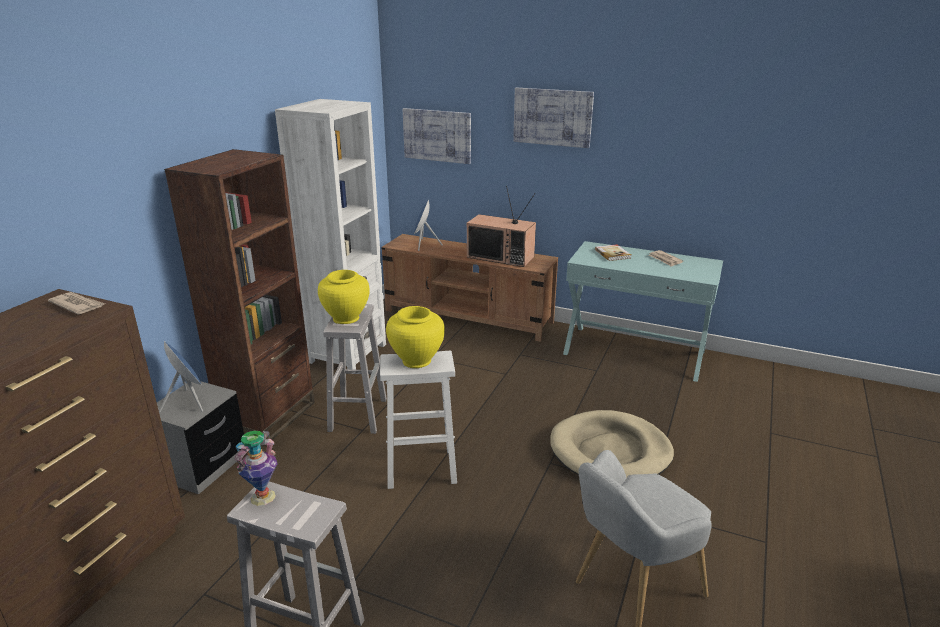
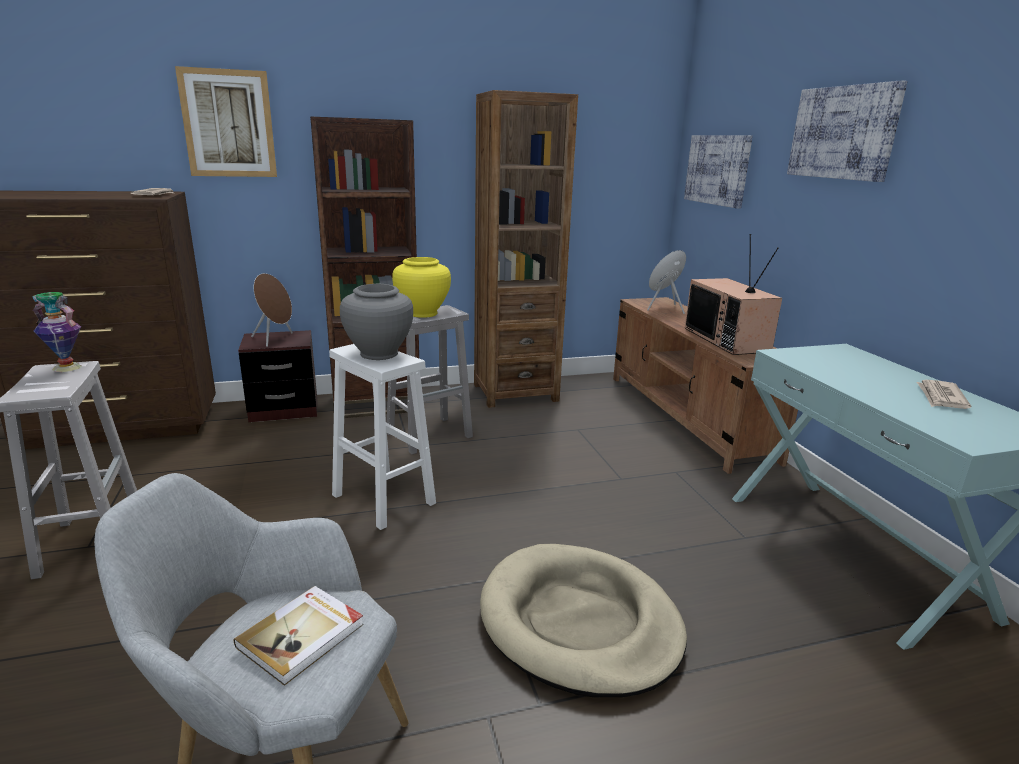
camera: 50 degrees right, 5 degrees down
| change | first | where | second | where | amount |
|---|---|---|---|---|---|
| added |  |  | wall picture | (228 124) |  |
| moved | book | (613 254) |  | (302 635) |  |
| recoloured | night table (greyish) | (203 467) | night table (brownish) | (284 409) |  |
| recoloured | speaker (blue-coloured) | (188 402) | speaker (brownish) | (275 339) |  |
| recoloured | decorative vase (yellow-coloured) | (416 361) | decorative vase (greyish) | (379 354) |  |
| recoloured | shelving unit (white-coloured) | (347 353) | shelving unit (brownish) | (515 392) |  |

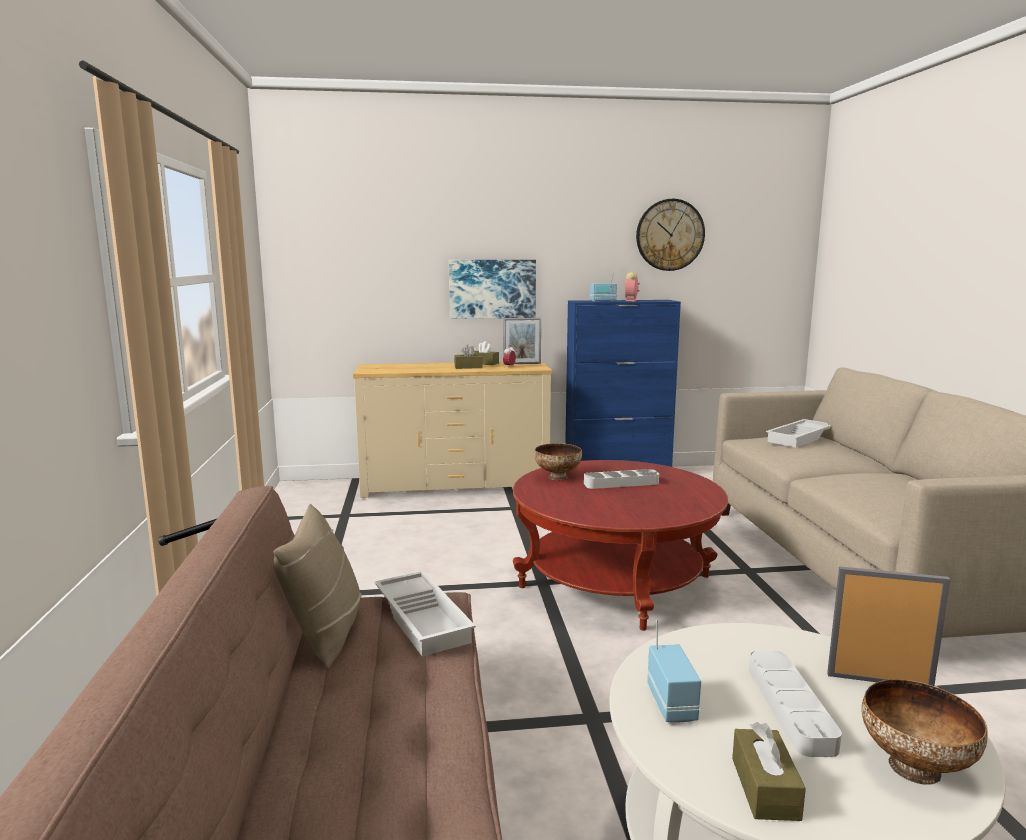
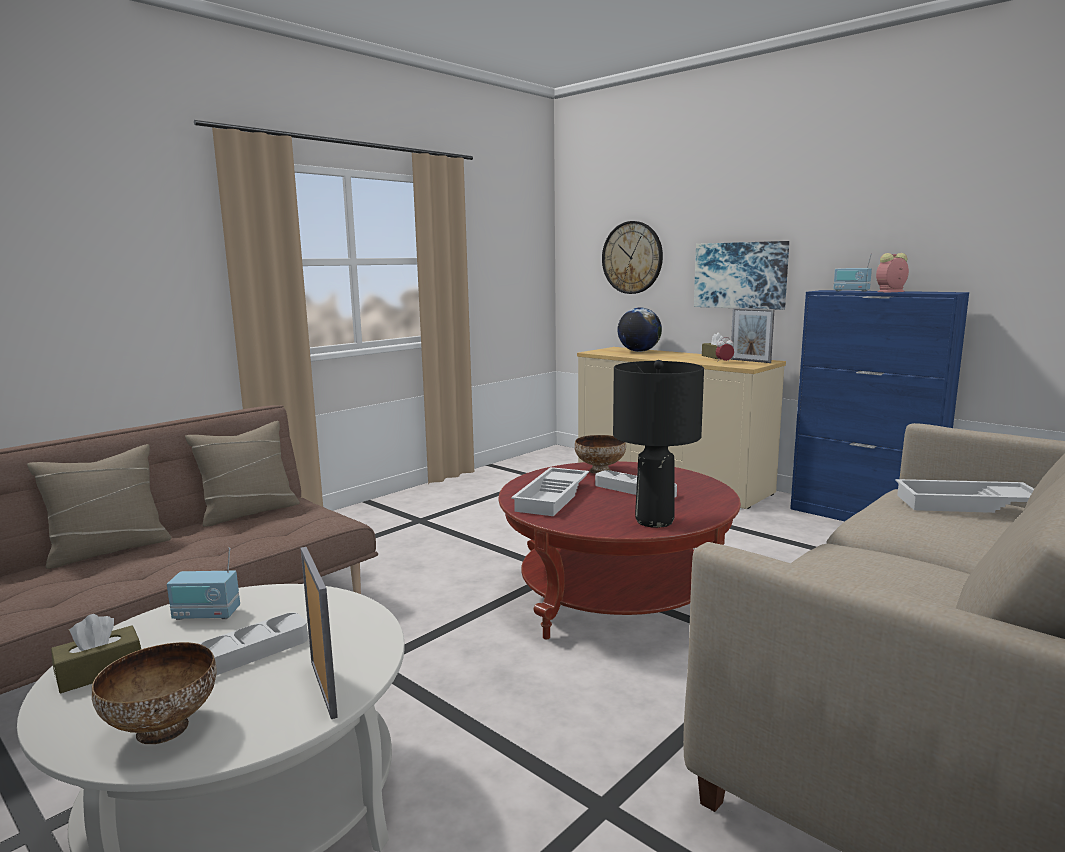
camera: 50 degrees right, 0 degrees up
| change | first | where | second | where | amount |
|---|---|---|---|---|---|
| added |  |  | pillow (beige-coloured) | (109 549) |  |
| turned | radio | (672 704) |  | (206 615) | 45 degrees clockwise |
| moved | tray (white-coloured) | (424 619) |  | (553 497) |  |
| moved | hanging clock | (670 235) |  | (632 257) |  |
| added |  |  | tabletop lamp (black-coloured) | (655 521) |  |
| added |  |  | globe | (638 351) |  |
| removed | tissue holder (brownish) | (468 367) |  |  |  |

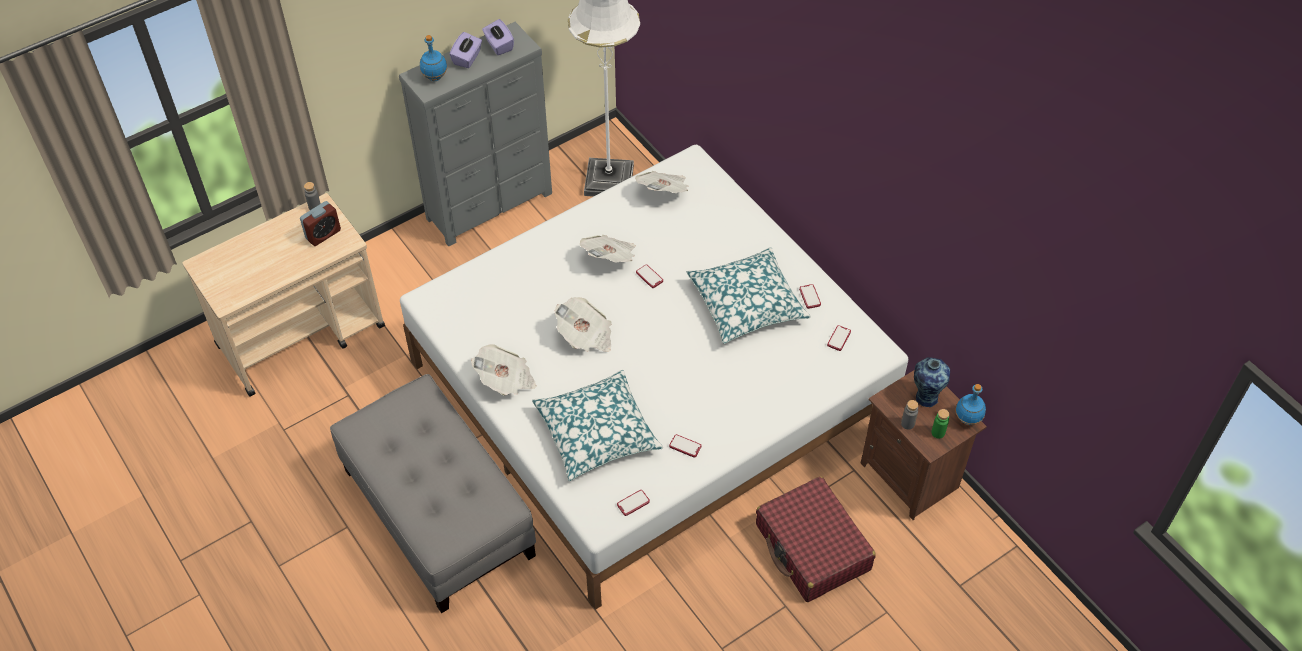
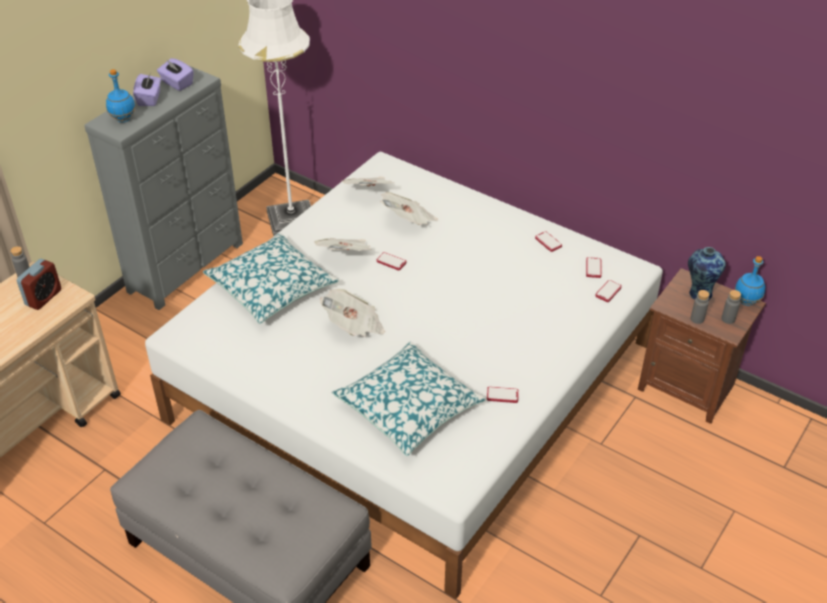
camera: 20 degrees left, 10 degrees down
| change | first | where | second | where | amount |
|---|---|---|---|---|---|
| moved | pillow | (747 303) |  | (272 287) |  |
| moved | newspaper | (506 380) |  | (409 221) |  |
| moved | handset | (633 503) |  | (608 292) |  |
| recoloured | drink bottle (green) | (938 432) | drink bottle (greyish) | (728 319) |  |
| removed | travel case (red) | (812 548) |  |  |  |

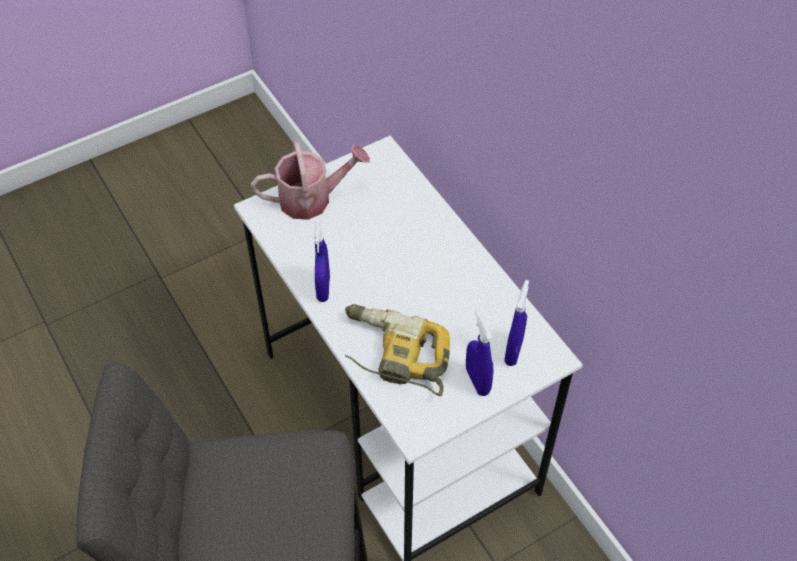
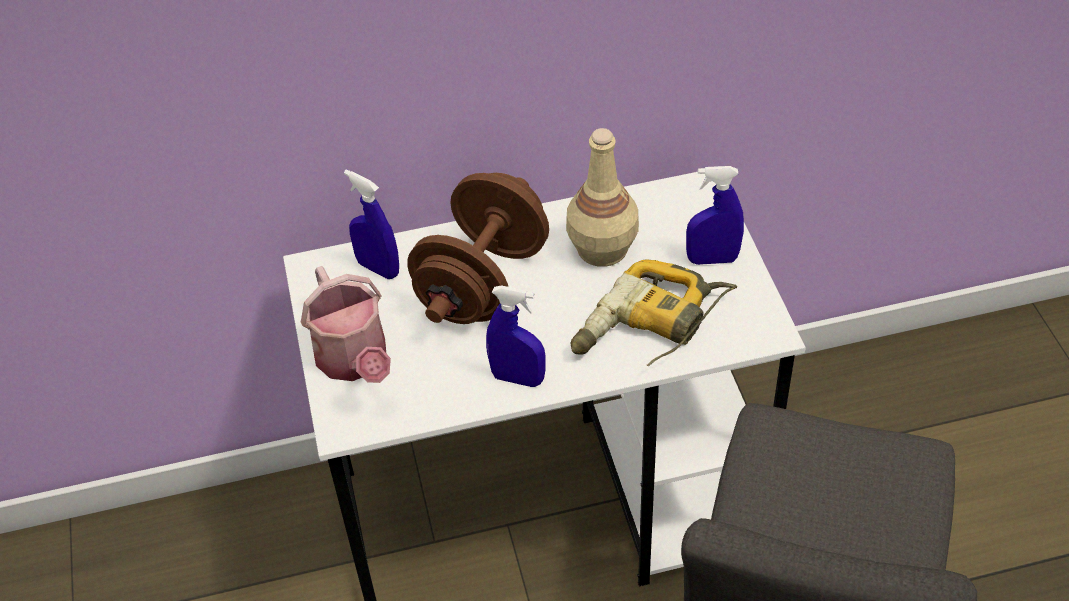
camera: 70 degrees left, 5 degrees down
| change | first | where | second | where | amount |
|---|---|---|---|---|---|
| turned | watering pot | (312 198) |  | (355 361) | 150 degrees clockwise |
| moved | hand sprayer (blue-coloured) | (513 351) |  | (378 268) |  |
| added |  |  | hand weight (brownish) | (482 283) |  |
| added |  |  | drink bottle (beige-coloured) | (602 249) |  |

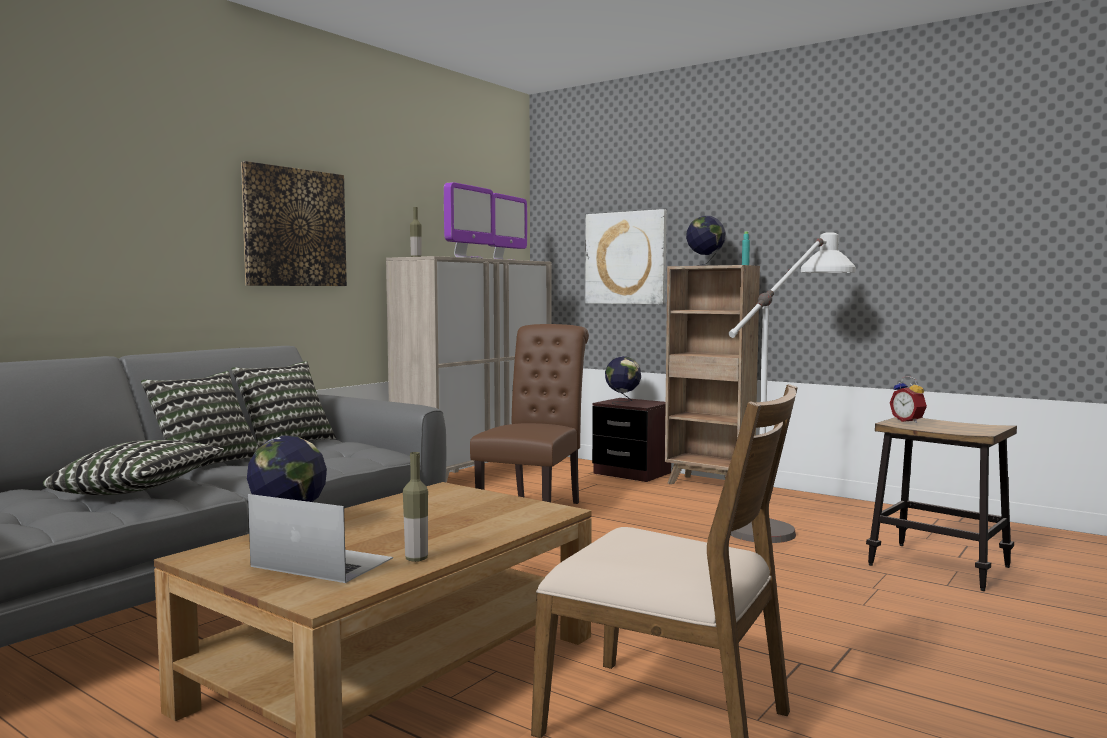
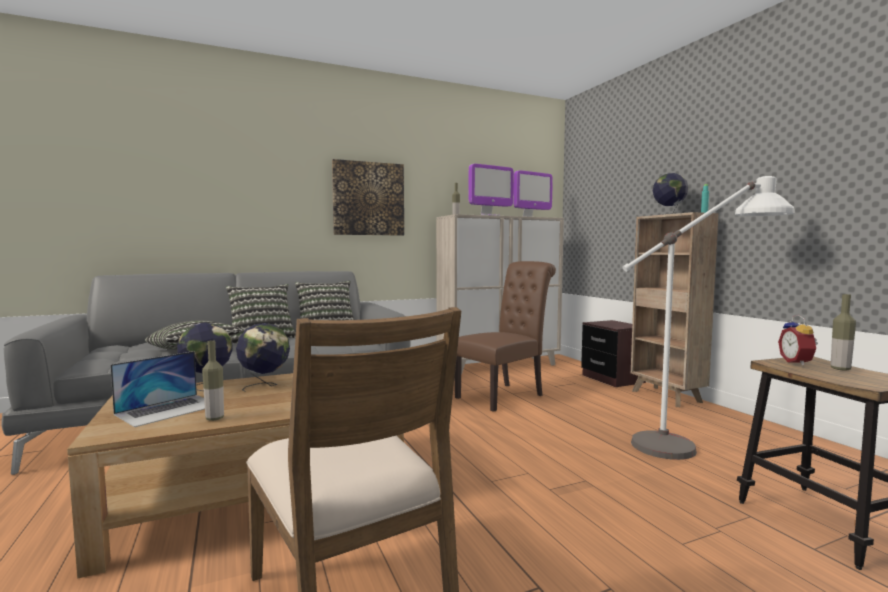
camera: 30 degrees right, 0 degrees up
| change | first | where | second | where | amount |
|---|---|---|---|---|---|
| turned | notebook computer | (322 562) |  | (168 409) | 75 degrees clockwise |
| moved | globe | (622 402) |  | (264 386) |  |
| added |  |  | drink bottle | (840 369) |  |
| removed | wall picture | (626 258) |  |  |  |

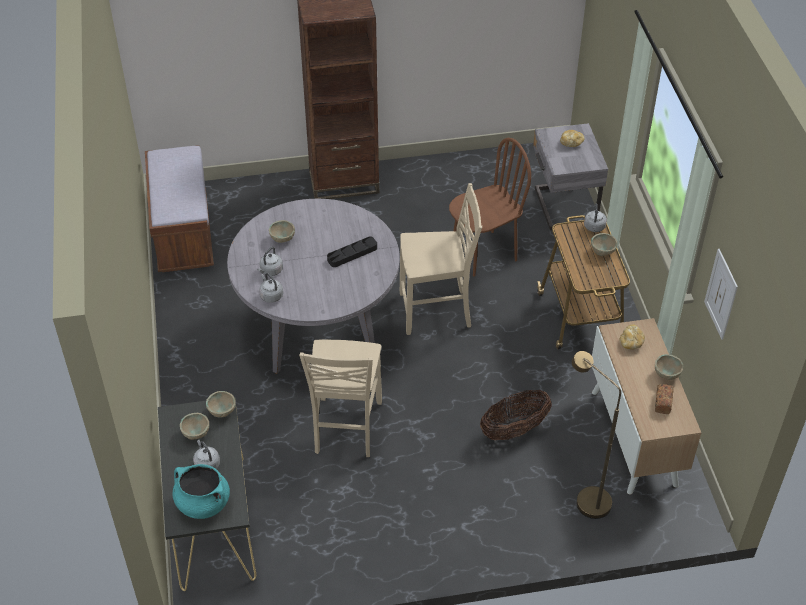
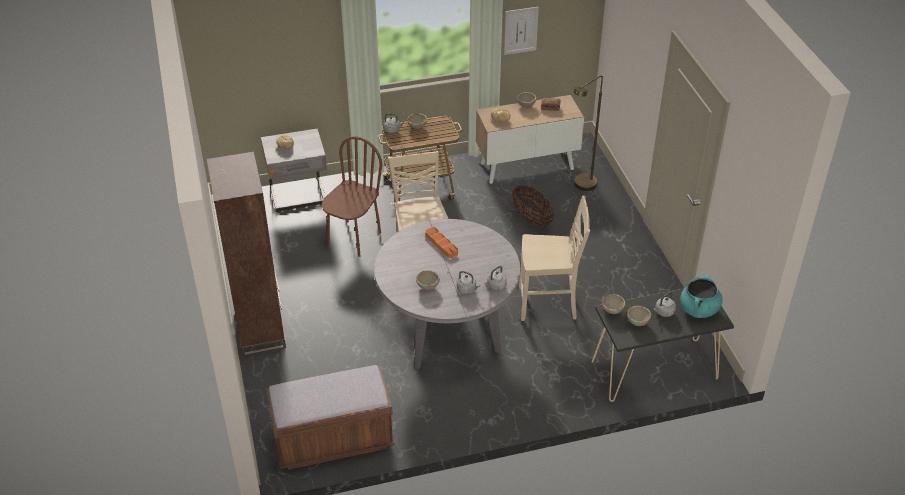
camera: 95 degrees left, 5 degrees down
| change | first | where | second | where | amount |
|---|---|---|---|---|---|
| turned | plain chair (brownish) | (483 254) |  | (354 238) | 60 degrees clockwise |
| recoloured | tray (black-coloured) | (352 254) | tray (orangey) | (441 244) |  |

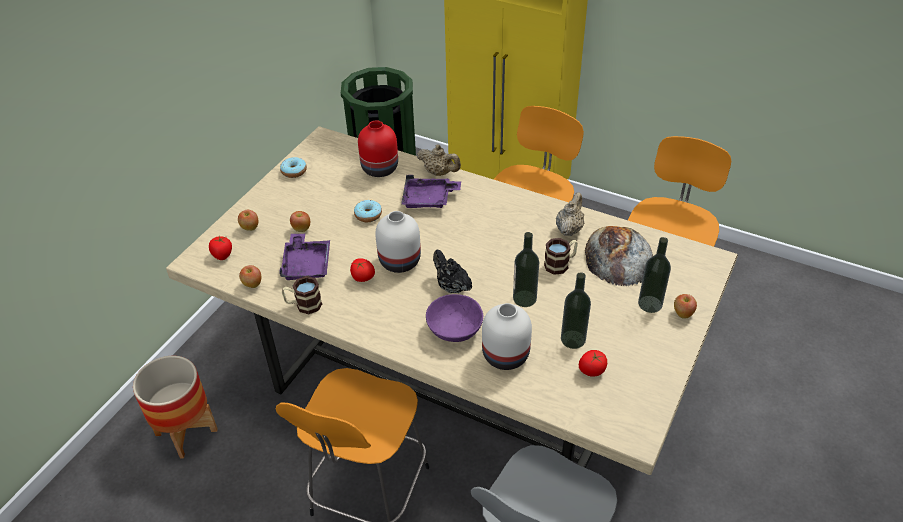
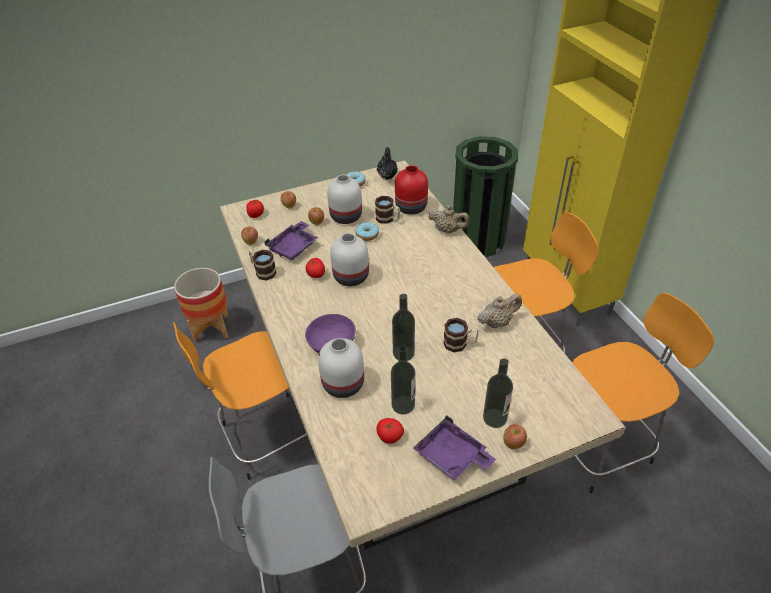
camera: 40 degrees right, 0 degrees up
| change | first | where | second | where | amount |
|---|---|---|---|---|---|
| added |  |  | decorative vase (white-coloured) | (346 216) |  |
| added |  |  | mug | (388 219) |  |
| moved | teapot (black-coloured) | (451 286) |  | (387 175) |  |
| moved | tray (purple) | (429 199) |  | (452 456) |  |
| turned | teapot (beige-coloured) | (439 173) |  | (448 230) | 45 degrees counterclockwise |
| removed | bread | (618 256) |  |  |  |

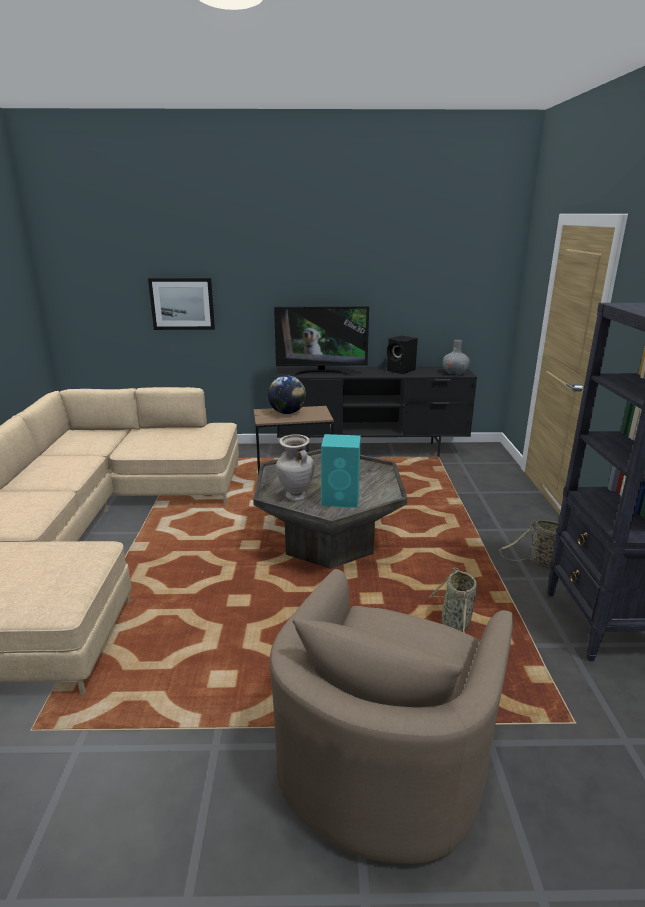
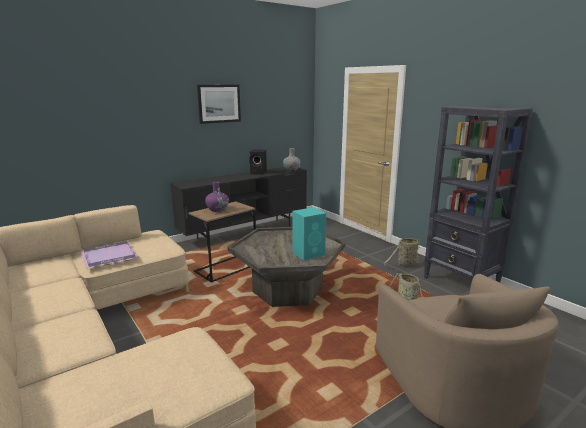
camera: 35 degrees left, 5 degrees down
| change | first | where | second | where | amount |
|---|---|---|---|---|---|
| added |  |  | tray (purple) | (110 256) |  |
| moved | wall picture | (182 304) |  | (219 103) |  |
| replaced | globe | (287 413) | decorative vase (purple) | (217 210) |  |
| removed | television | (321 373) |  |  |  |
| removed | decorative vase (beige-coloured) | (295 497) |  |  |  |

